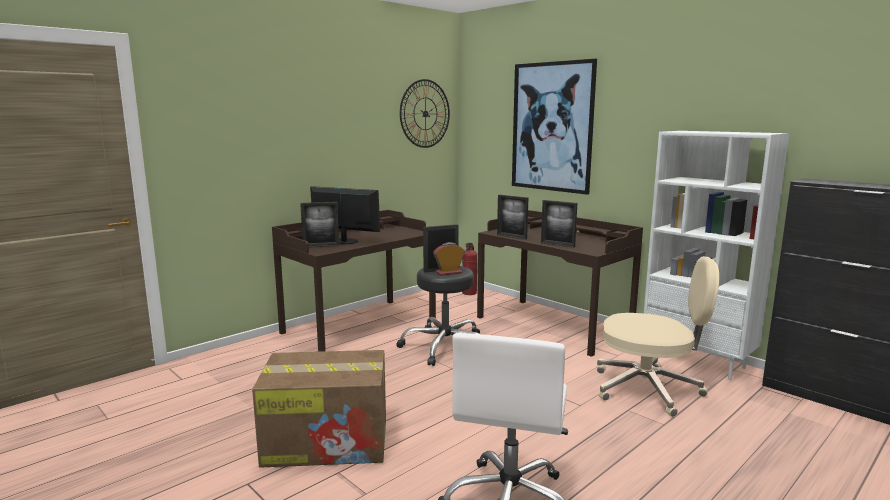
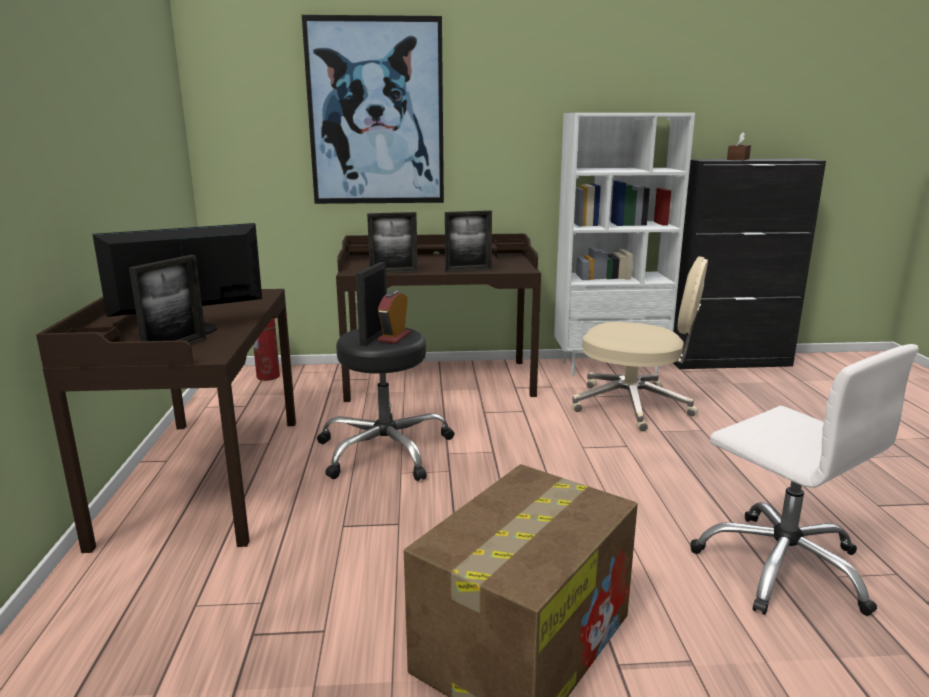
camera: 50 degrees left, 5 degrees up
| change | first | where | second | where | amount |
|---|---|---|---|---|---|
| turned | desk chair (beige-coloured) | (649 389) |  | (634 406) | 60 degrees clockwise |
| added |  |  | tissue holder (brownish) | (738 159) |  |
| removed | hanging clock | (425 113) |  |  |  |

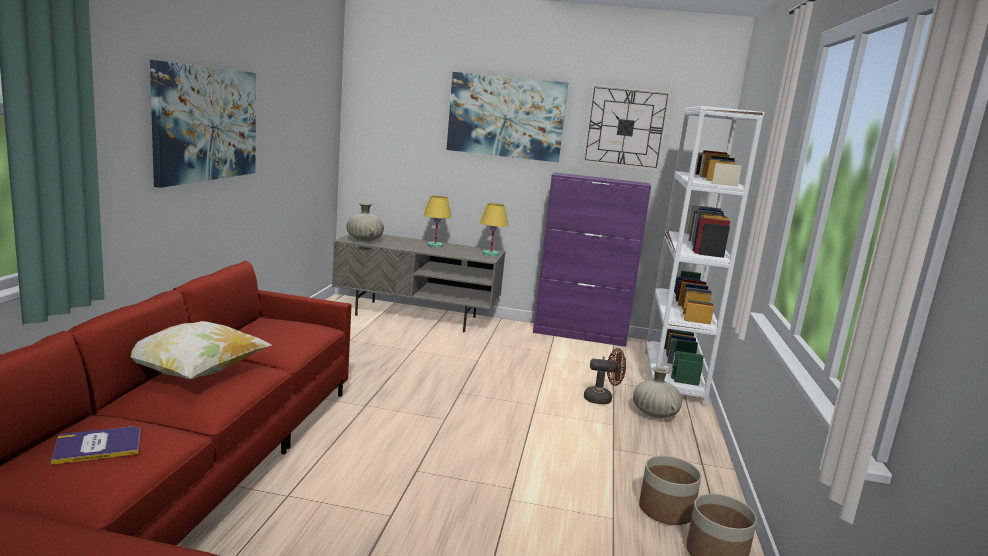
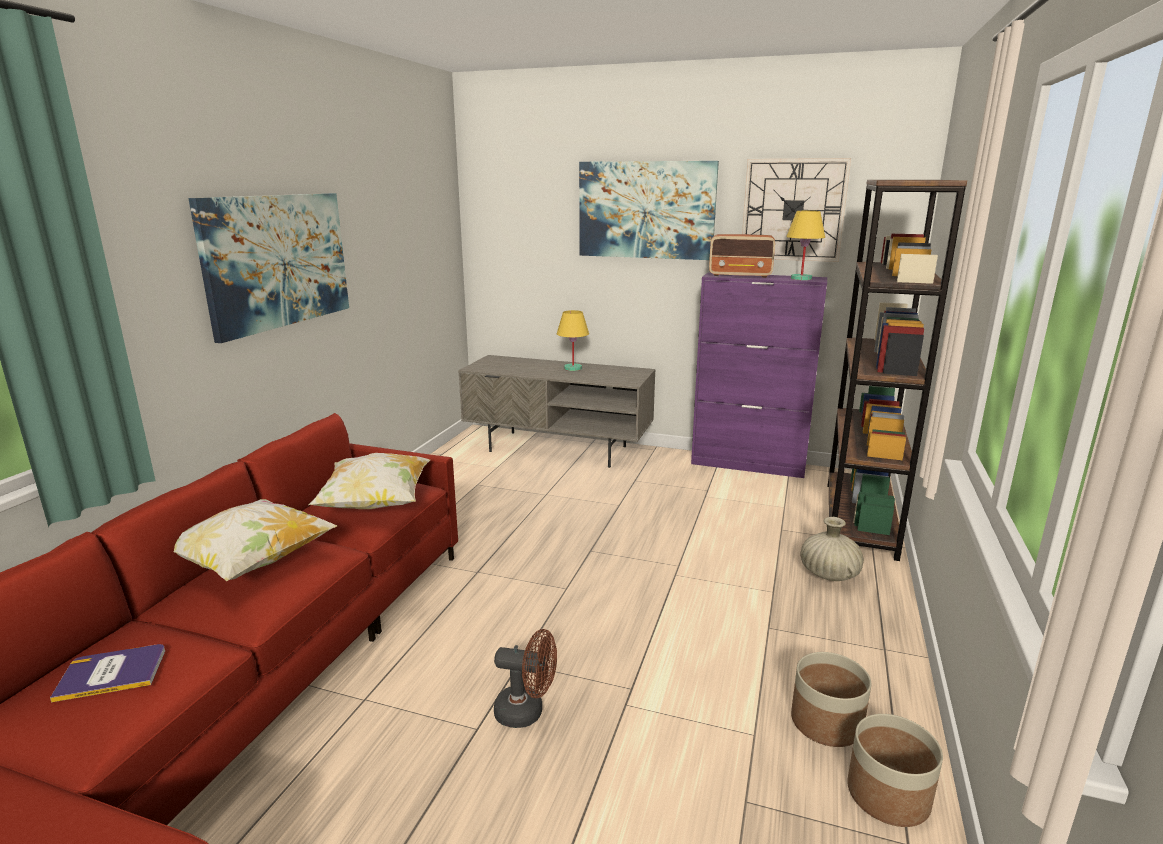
camera: 10 degrees right, 5 degrees up
| change | first | where | second | where | amount |
|---|---|---|---|---|---|
| added |  |  | pillow | (375 504) |  |
| moved | cooling fan (brownish) | (602 399) |  | (527 712) |  |
| added |  |  | radio | (741 275) |  |
| moved | tabletop lamp (yellow-coloured) | (490 254) |  | (800 278) |  |
| recoloured | shelving unit (white-coloured) | (672 377) | shelving unit (brownish) | (859 519) |  |
| removed | decorative vase (beige-coloured) | (364 240) |  |  |  |

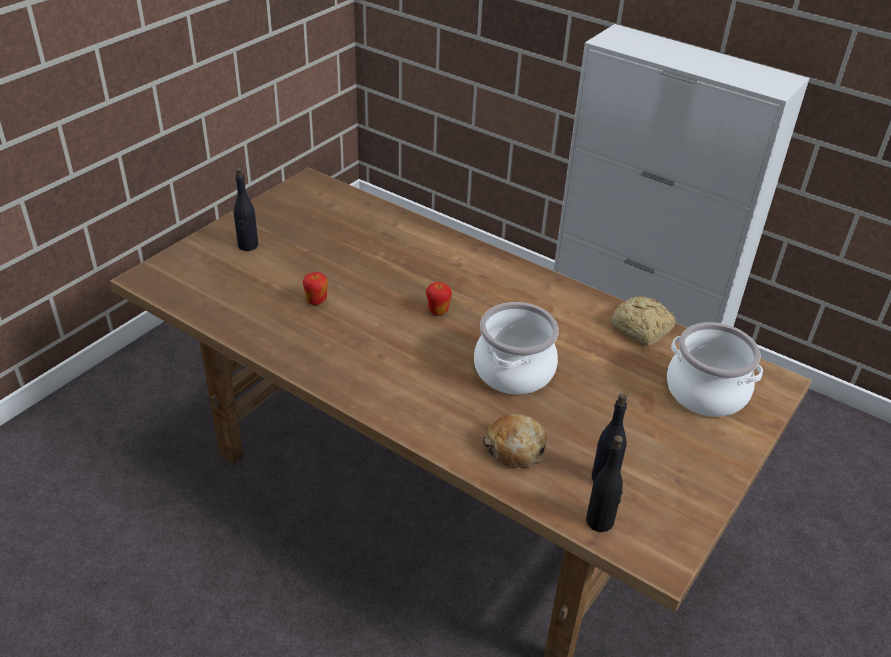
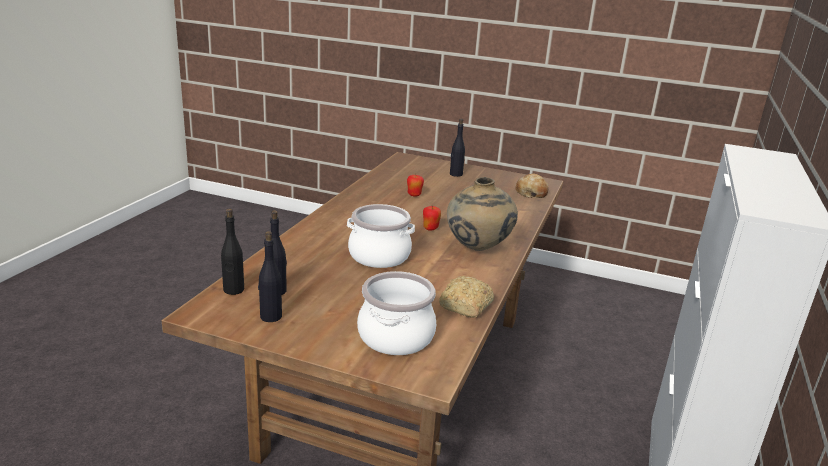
camera: 75 degrees right, 15 degrees down
| change | first | where | second | where | amount |
|---|---|---|---|---|---|
| added |  |  | drink bottle (black-coloured) | (270 316) |  |
| added |  |  | decorative vase (beige-coloured) | (478 249) |  |
| moved | bread | (515 448) |  | (531 193) |  |

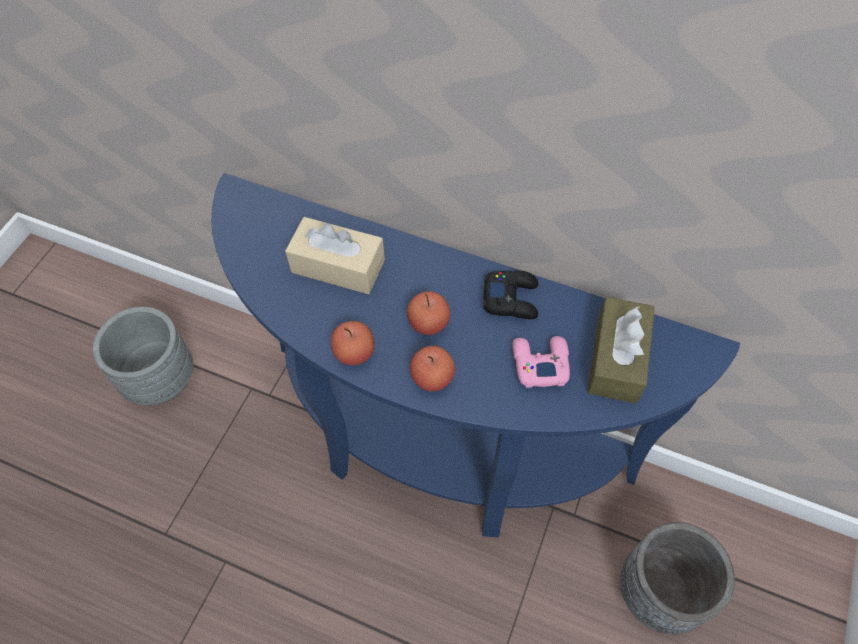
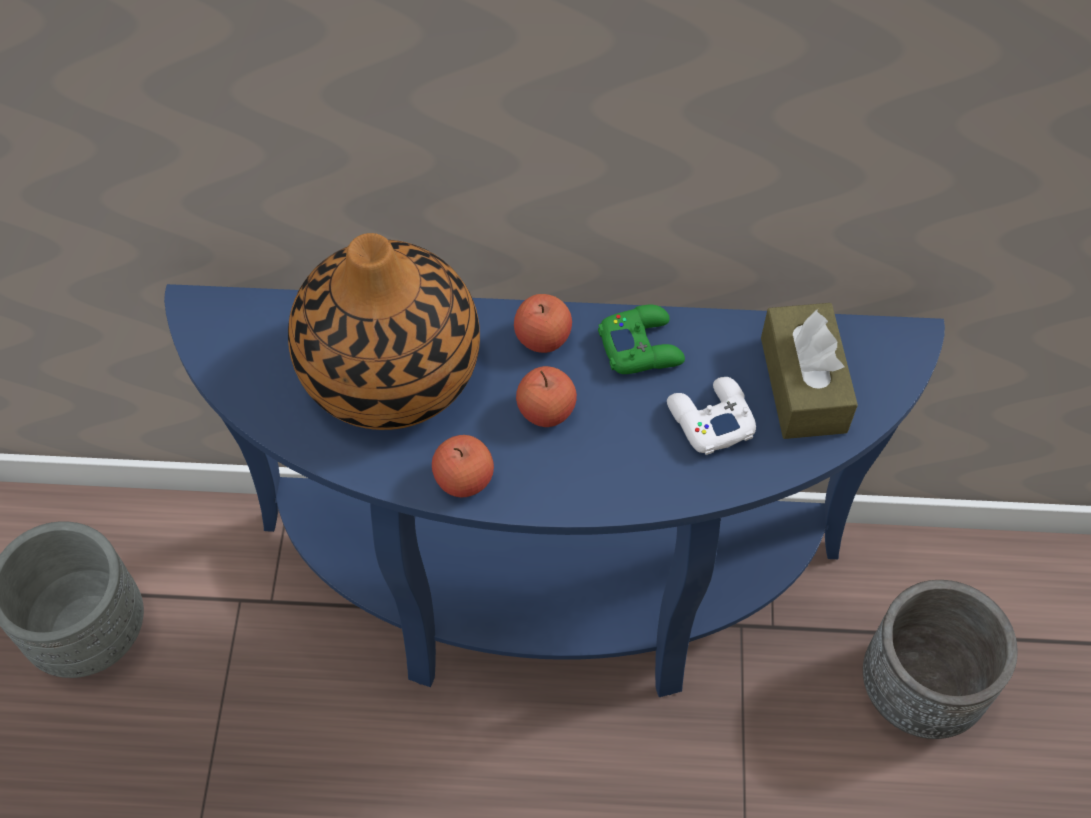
camera: 20 degrees left, 0 degrees up
| change | first | where | second | where | amount |
|---|---|---|---|---|---|
| replaced | tissue holder (beige-coloured) | (338 266) | decorative vase | (391 370) |  |
| moved | apple | (432 377) |  | (543 338) |  |
| recoloured | game controller (black-coloured) | (511 299) | game controller (green) | (641 346) |  |
| recoloured | game controller (pink-coloured) | (539 363) | game controller (white-coloured) | (709 419) |  |

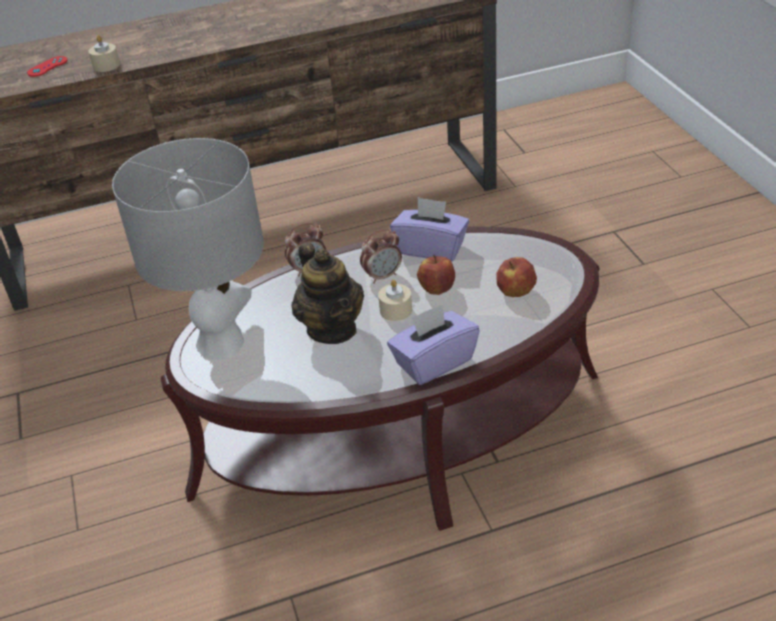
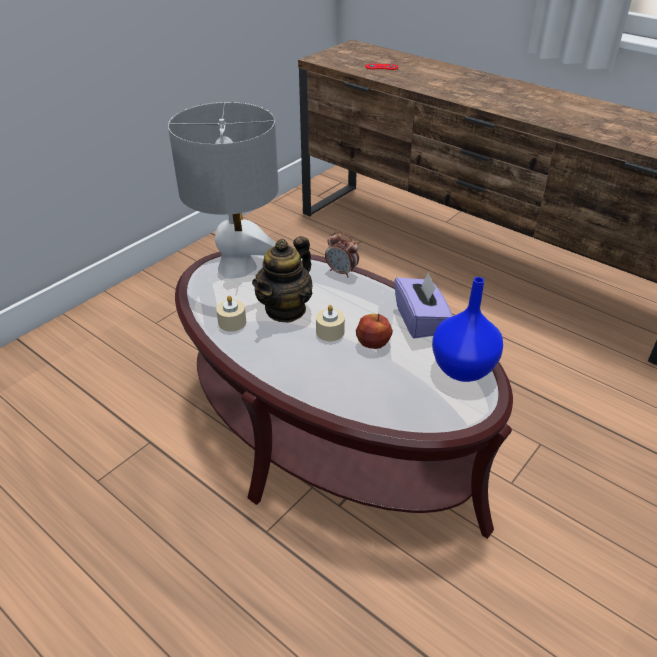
camera: 55 degrees right, 0 degrees up
| change | first | where | second | where | amount |
|---|---|---|---|---|---|
| moved | candle (beige-coloured) | (106 65) |  | (232 322) |  |
| added |  |  | decorative vase (blue-coloured) | (462 368) |  |
| removed | alarm clock | (383 276) |  |  |  |
| removed | tissue holder (purple) | (434 362) |  |  |  |
| removed | apple | (516 292) |  |  |  |

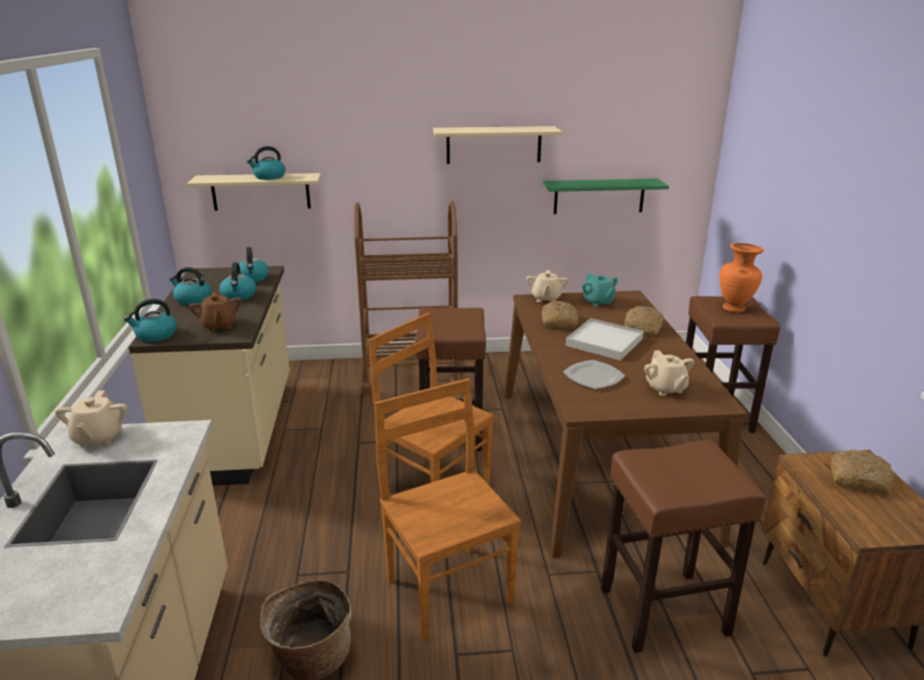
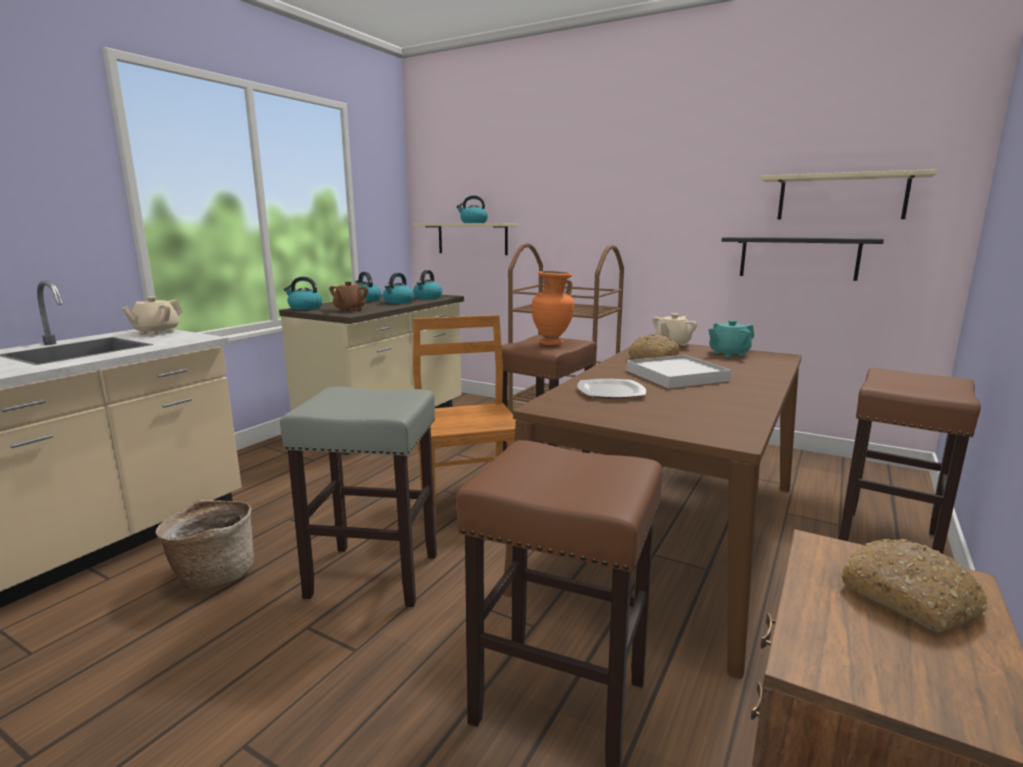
camera: 35 degrees right, 10 degrees down
| change | first | where | second | where | amount |
|---|---|---|---|---|---|
| replaced | plain chair (brownish) | (448 588) | stool seat (greyish) | (375 575) |  |
| moved | decorative vase (orangey) | (734 309) |  | (552 343) |  |
| turned | teapot (turquoise-coloured) | (598 302) |  | (728 354) | 60 degrees clockwise |
| recoloured | shelf (green) | (599 196) | shelf (black-coloured) | (798 258) |  |
| moved | shelf (beige-coloured) | (494 145) |  | (841 197) |  |
| removed | bread | (643 328) |  |  |  |
| removed | teapot (beige-coloured) | (665 388) |  |  |  |

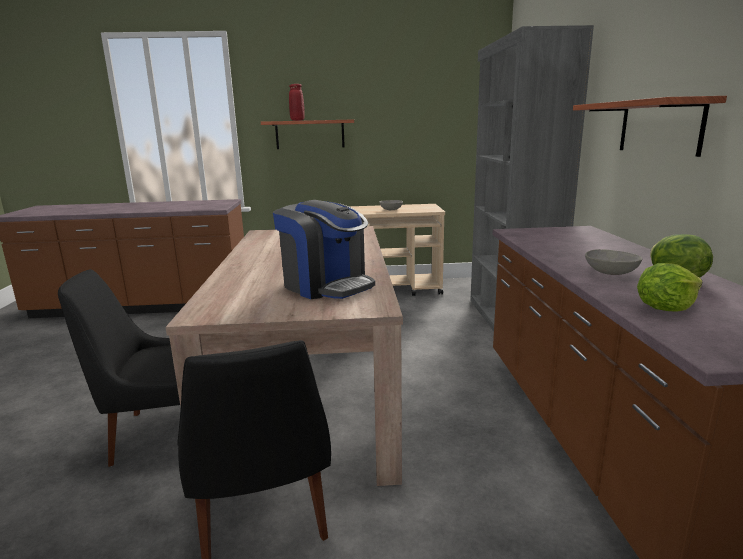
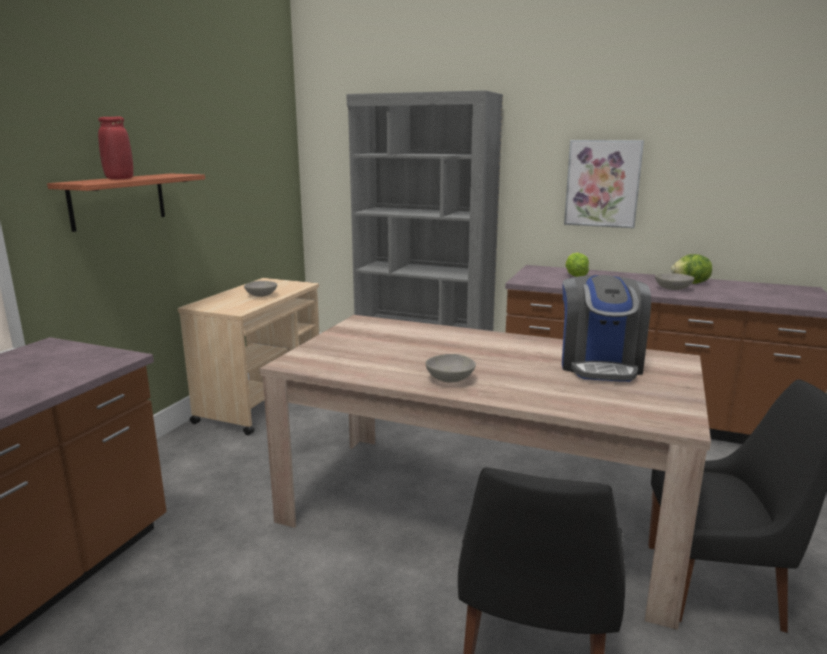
camera: 65 degrees left, 0 degrees up
| change | first | where | second | where | amount |
|---|---|---|---|---|---|
| added |  |  | serving bowl (greyish) | (449 379) |  |
| turned | coffee maker | (326 285) |  | (600 364) | 120 degrees clockwise |
| replaced | shelf | (659 127) | wall picture | (602 183) |  |
| moved | lettuce | (665 308) |  | (575 276) |  |

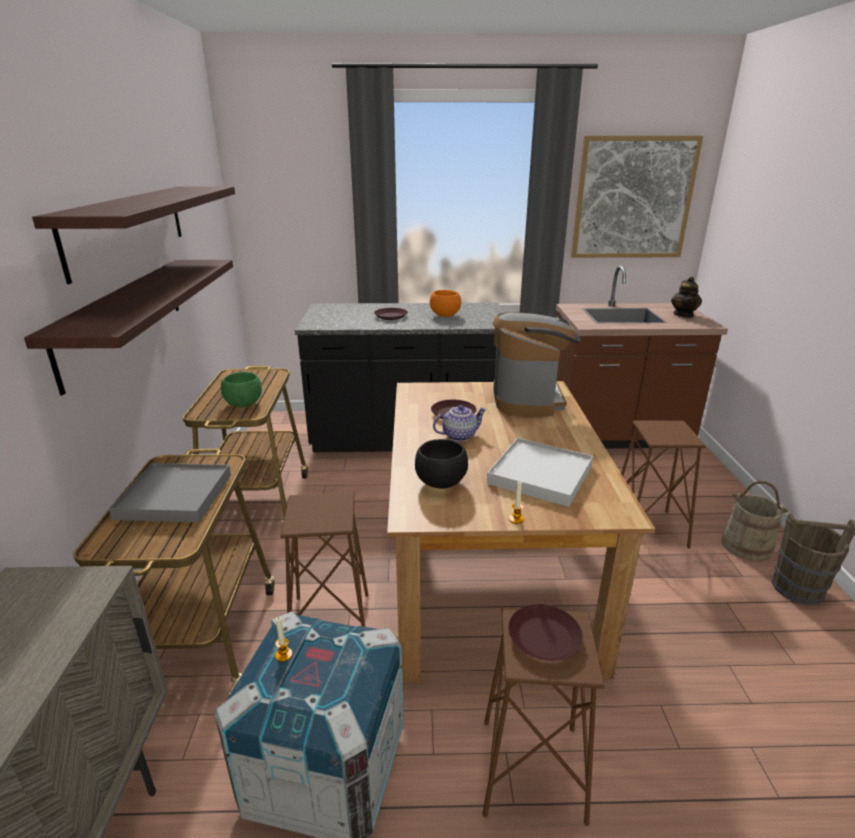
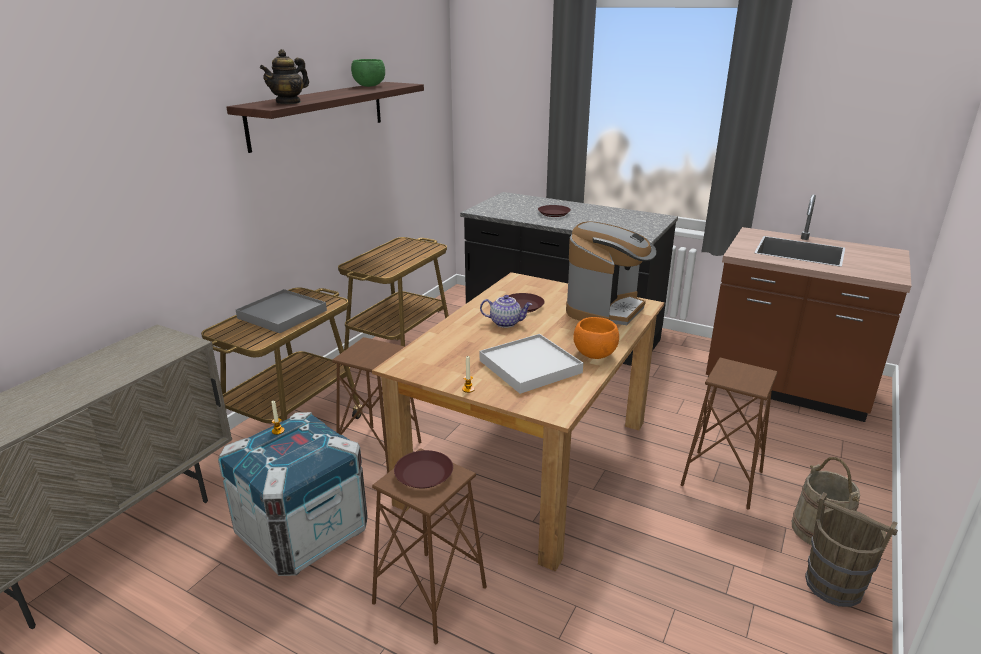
camera: 30 degrees right, 0 degrees up
| change | first | where | second | where | amount |
|---|---|---|---|---|---|
| moved | teapot | (683 315) |  | (289 102) |  |
| moved | serving bowl (green) | (244 404) |  | (369 86) |  |
| moved | serving bowl (orangey) | (445 315) |  | (595 355) |  |
| removed | shelf | (124 317) |  |  |  |
| removed | serving bowl (black-coloured) | (440 483) |  |  |  |
| removed | wall picture | (633 198) |  |  |  |

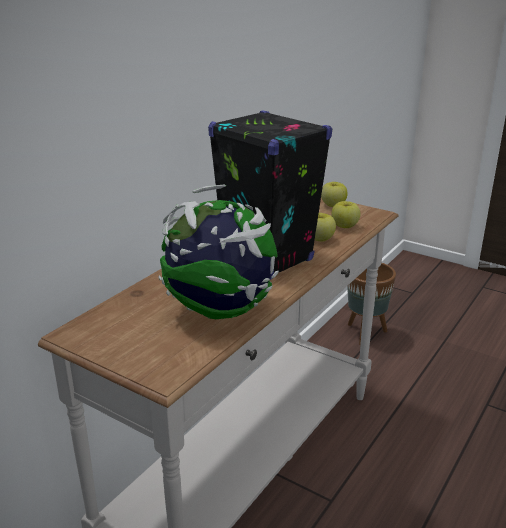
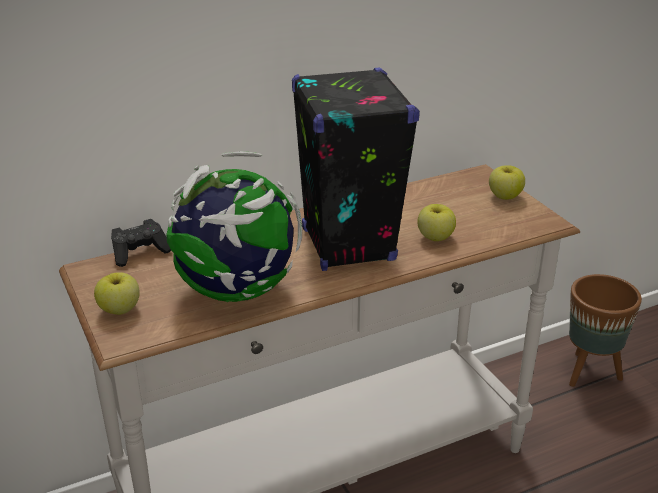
camera: 30 degrees right, 5 degrees up
| change | first | where | second | where | amount |
|---|---|---|---|---|---|
| moved | apple | (345 226) |  | (119 310) |  |
| added |  |  | game controller (black-coloured) | (140 253) |  |

